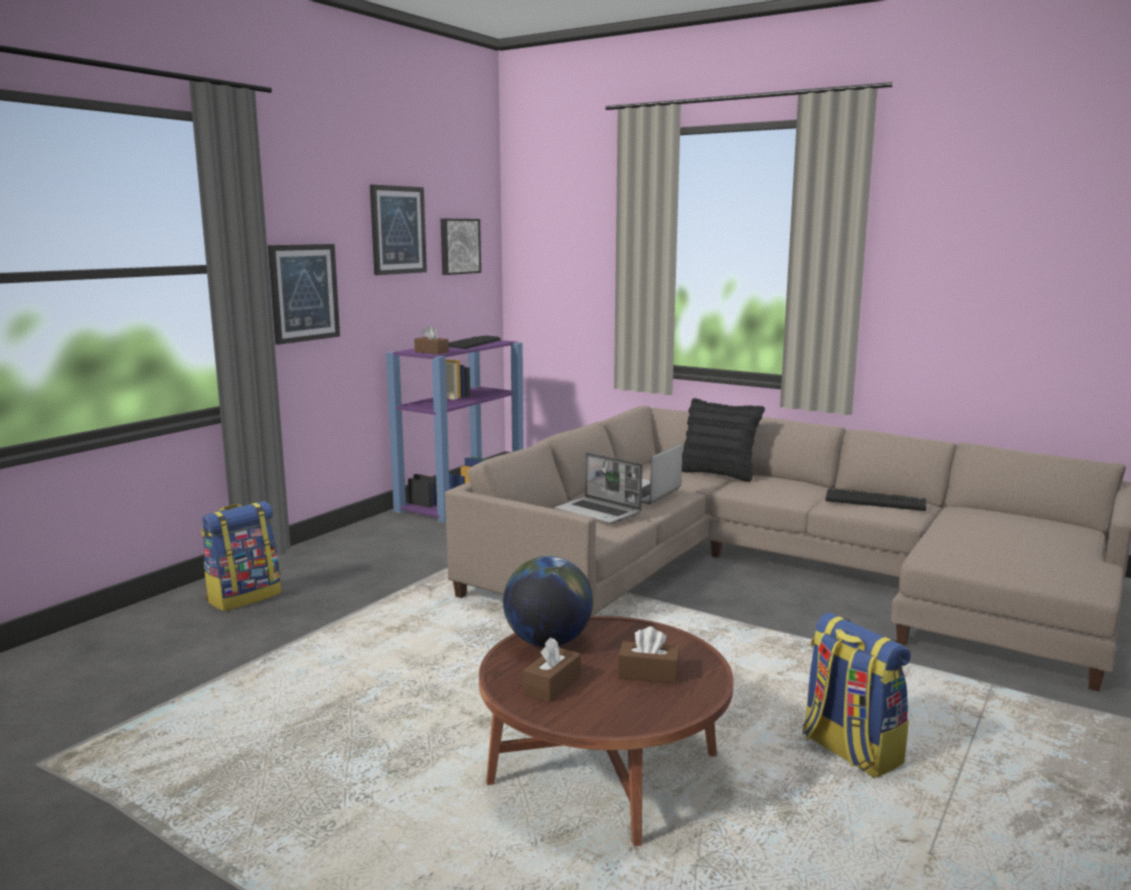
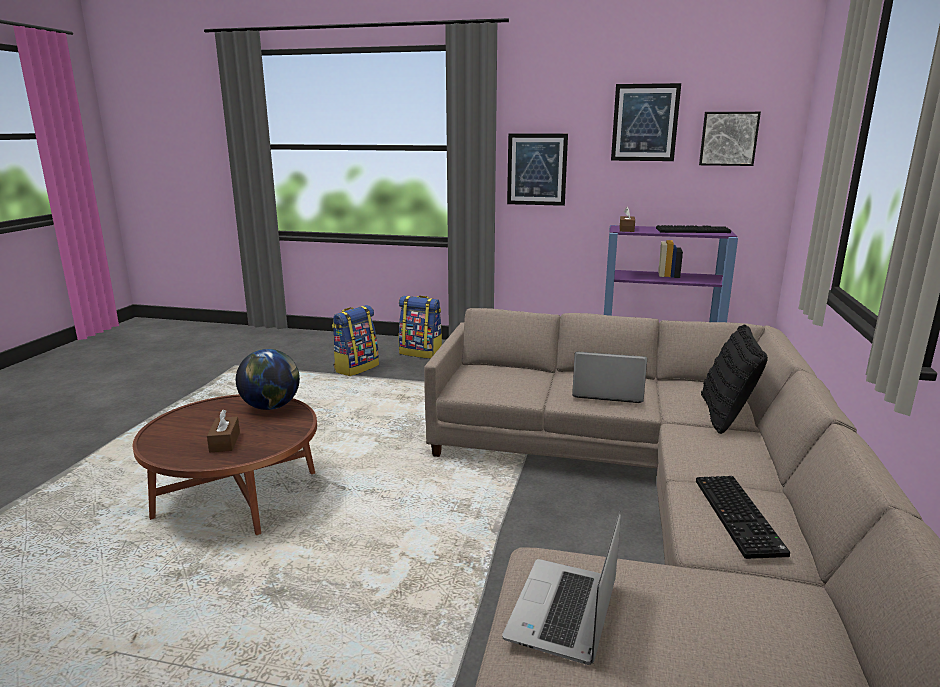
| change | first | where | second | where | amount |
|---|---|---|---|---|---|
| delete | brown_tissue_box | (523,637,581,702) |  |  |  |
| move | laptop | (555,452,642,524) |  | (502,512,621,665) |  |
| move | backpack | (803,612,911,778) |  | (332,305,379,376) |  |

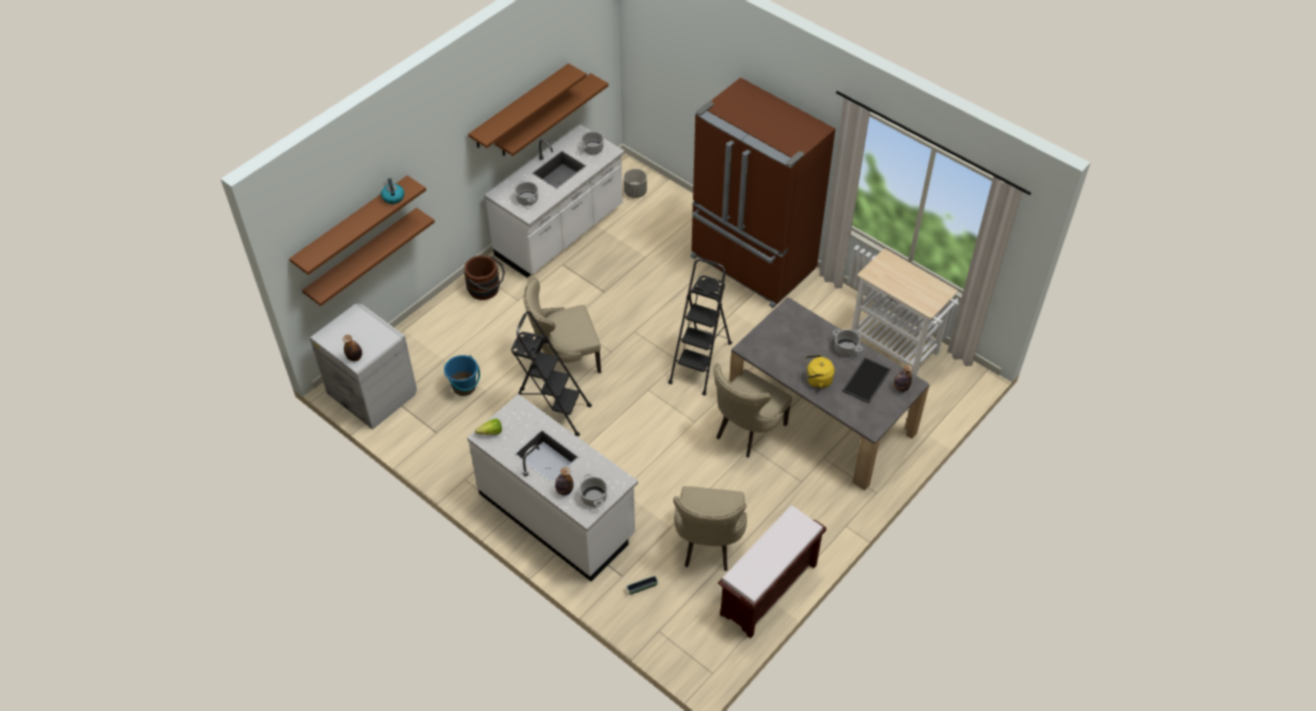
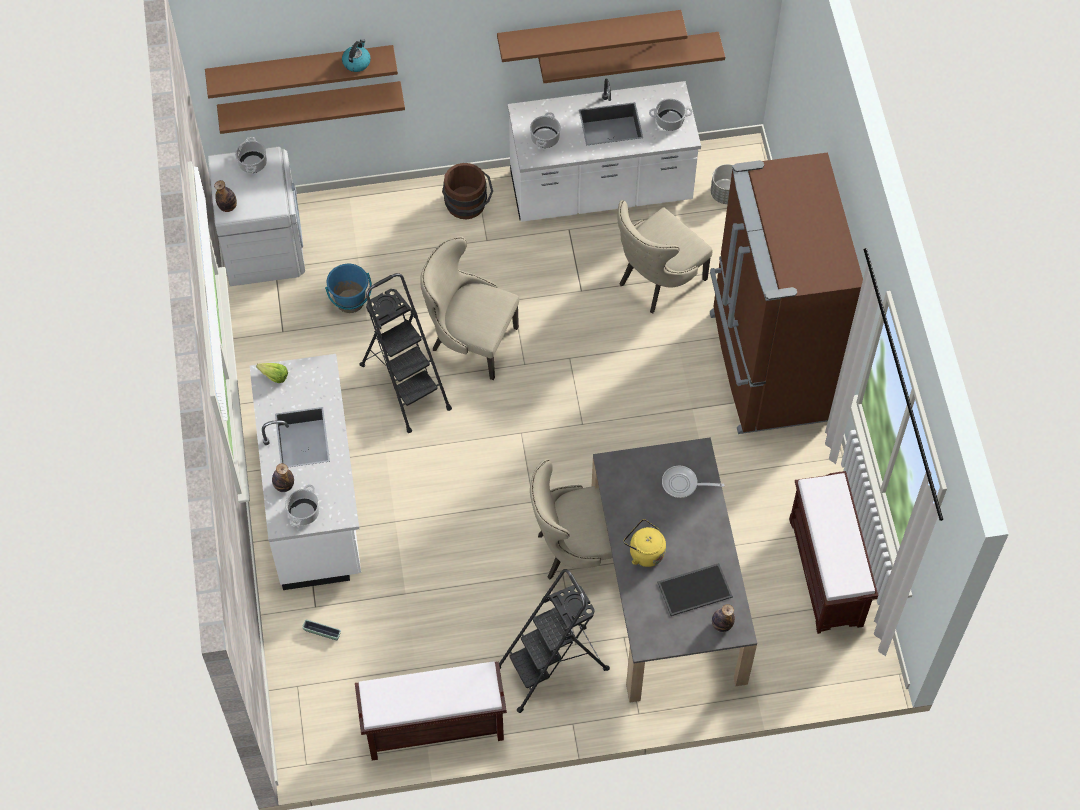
| change | first | where | second | where | amount |
|---|---|---|---|---|---|
| move | step_ladder | (668,259,732,396) |  | (499,569,610,713) |  |
| move | beige_chair | (673,486,747,571) |  | (617,200,712,313) |  |
| move | cooking_pot | (833,329,863,356) |  | (235,137,267,173) |  |
| replace | white_cart | (851,249,959,376) | brown_bench | (789,471,878,634) |  |
| insert |  |  | frying_pan | (662,466,724,498) |  |

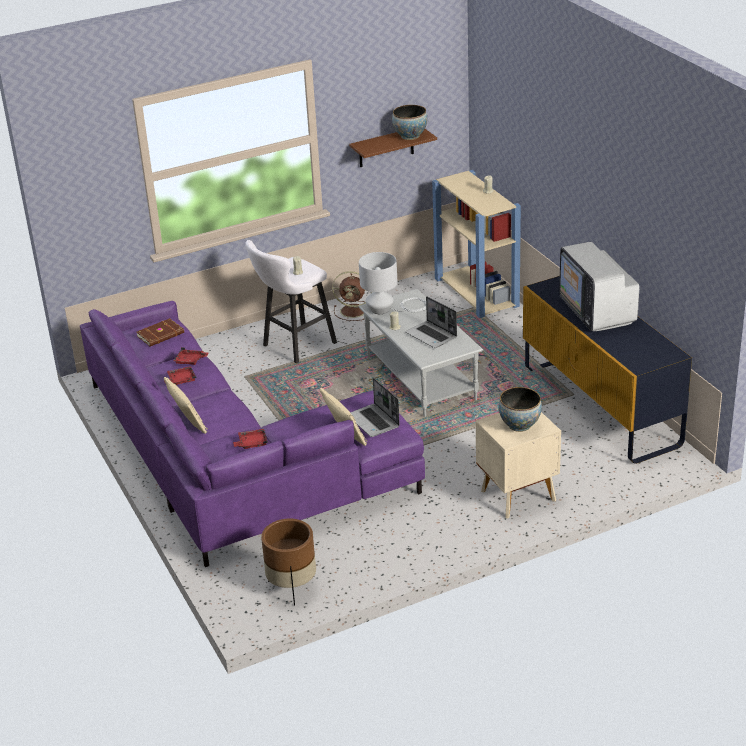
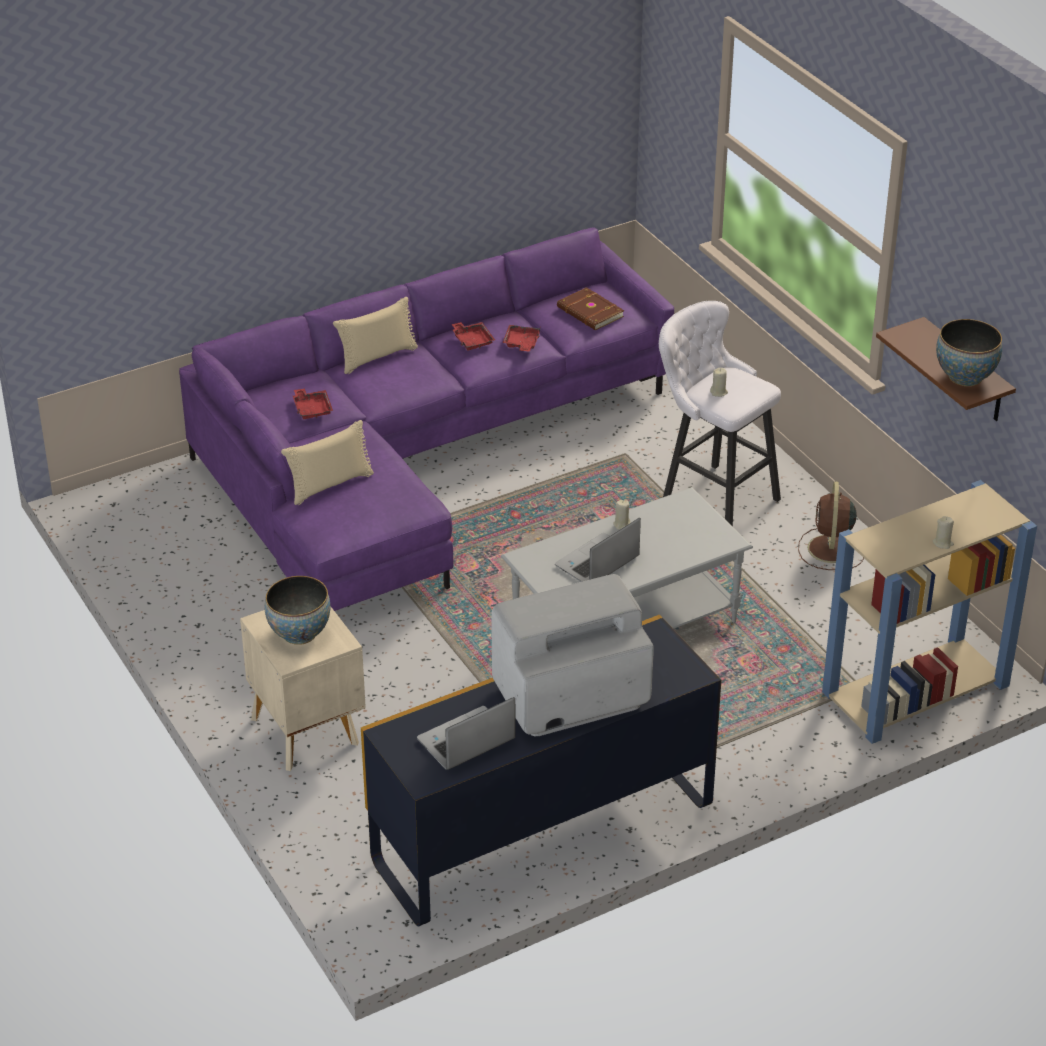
| change | first | where | second | where | amount |
|---|---|---|---|---|---|
| delete | brown_planter | (261,519,316,606) |  |  |  |
| move | laptop | (350,378,400,437) |  | (417,697,516,770) |  |
| delete | grey_table_lamp | (359,252,426,314) |  |  |  |

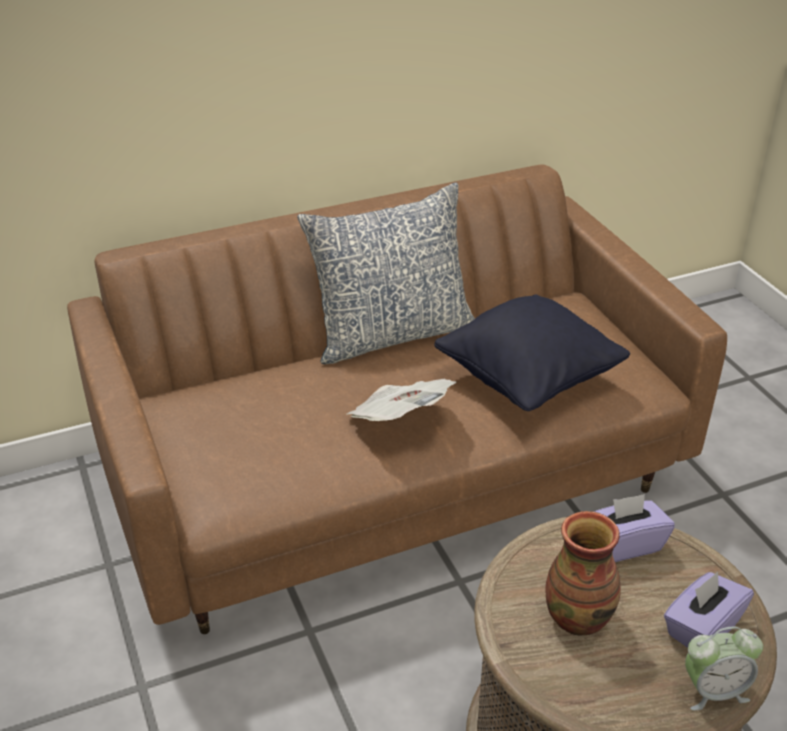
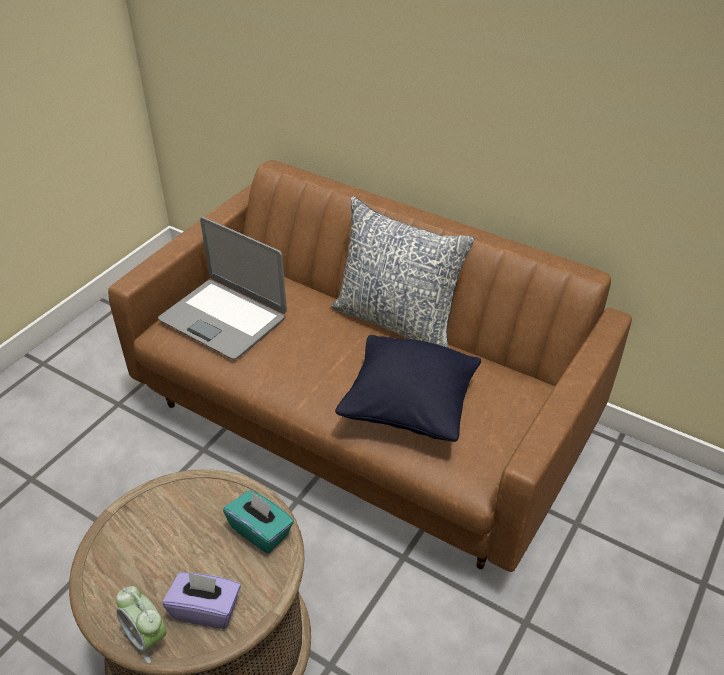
| change | first | where | second | where | amount |
|---|---|---|---|---|---|
| delete | newspaper | (347,379,456,421) |  |  |  |
| delete | vase | (545,511,621,636) |  |  |  |
| recolor | purple_tissue_box | (593,494,675,562) | turquoise_tissue_box | (223,490,294,554) |  |
| insert |  |  | laptop | (158,217,287,359) |  |

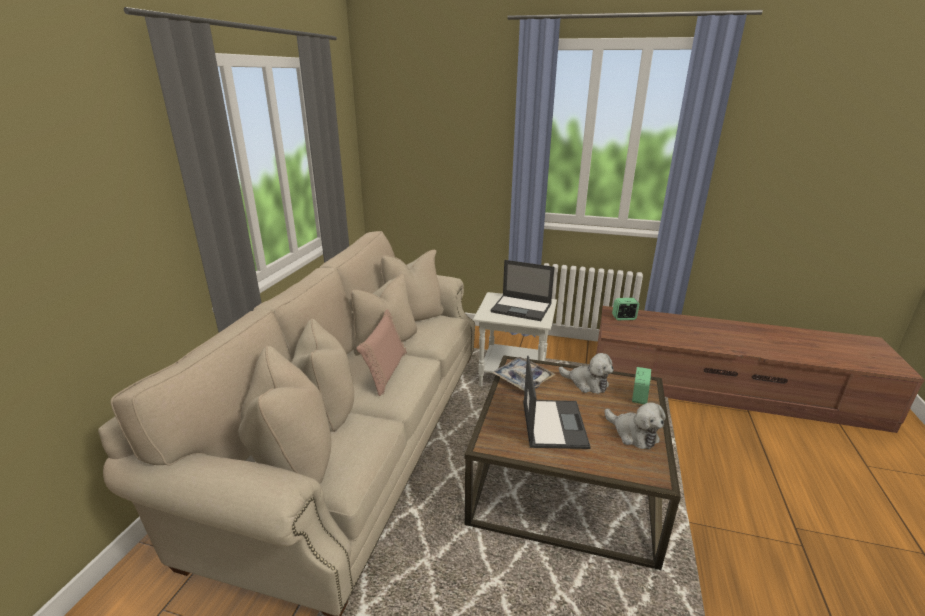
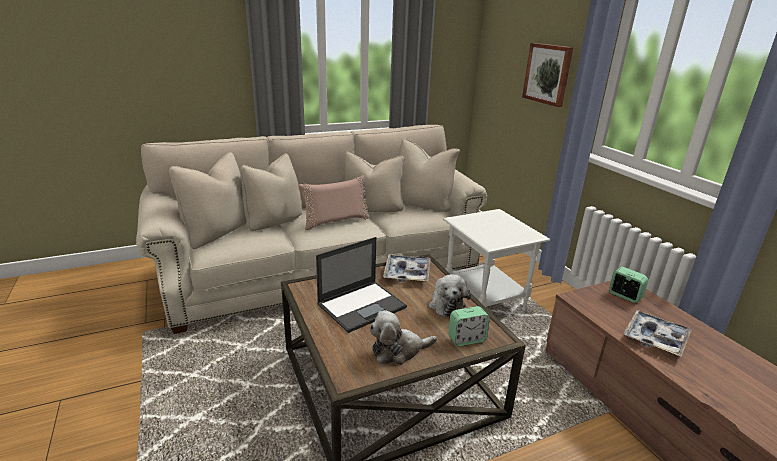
| change | first | where | second | where | amount |
|---|---|---|---|---|---|
| delete | laptop | (490,260,555,321) |  |  |  |
| rotate | plush_toy | (605,402,666,449) |  | (369,310,437,365) | 60 degrees clockwise |
| insert |  |  | picture | (522,43,573,107) |  |
| insert |  |  | tray | (624,310,691,357) |  |

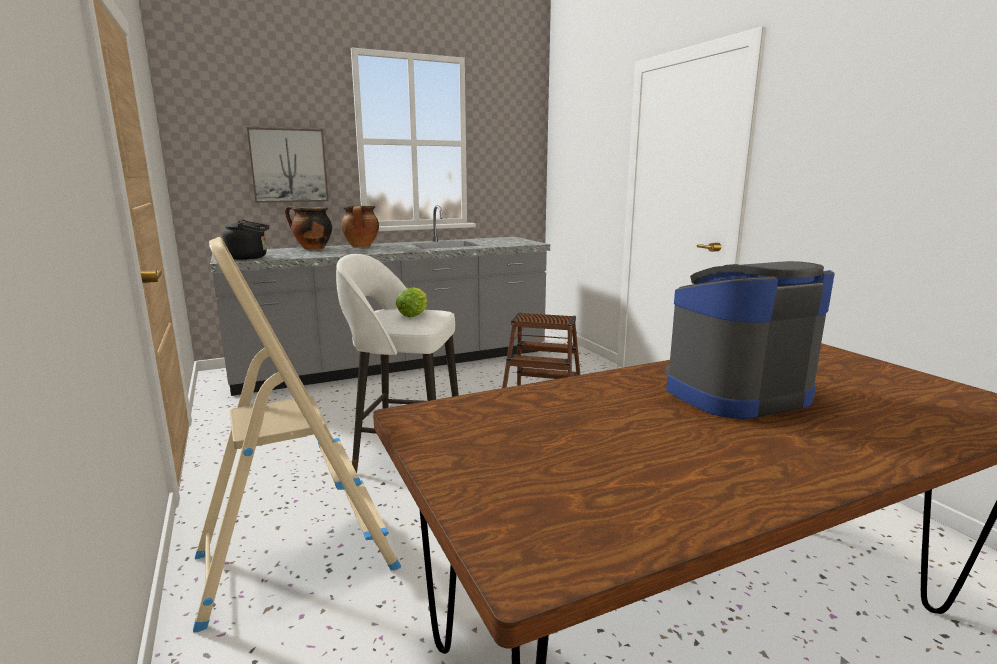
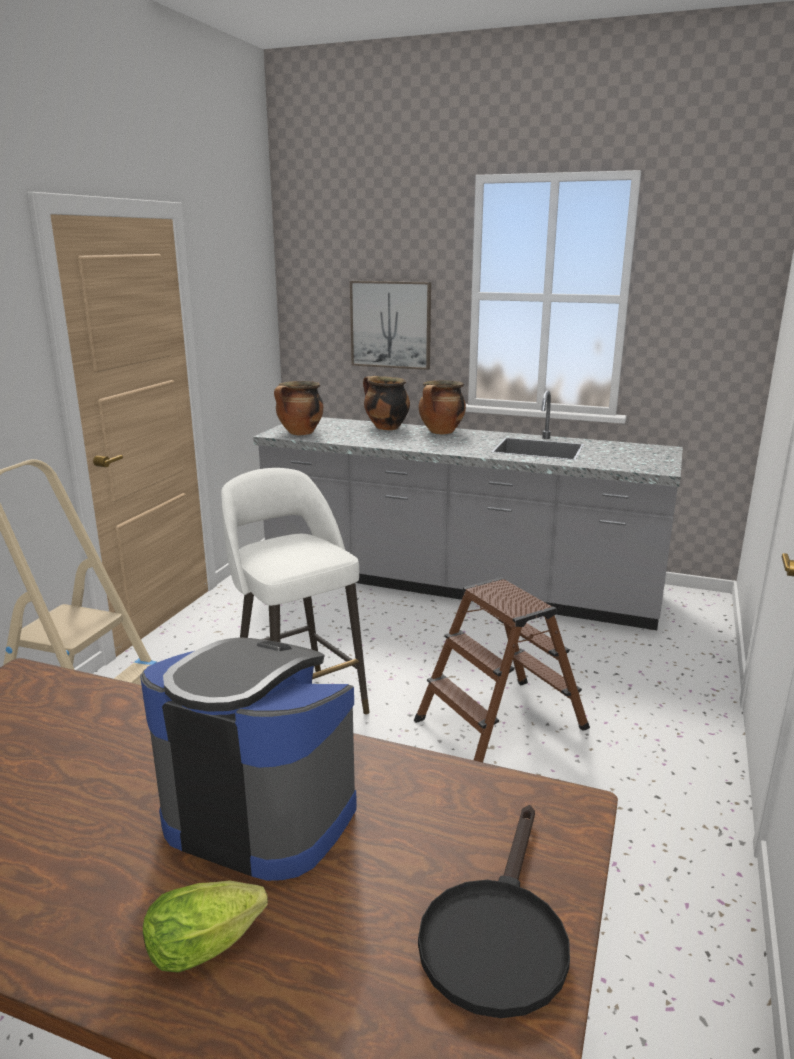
| change | first | where | second | where | amount |
|---|---|---|---|---|---|
| replace | black_kettle | (223,220,269,260) | cooking_pot | (274,381,323,435) |  |
| move | lettuce | (396,287,427,318) |  | (143,880,268,973) |  |
| insert |  |  | black_frying_pan | (418,805,570,1018) |  |

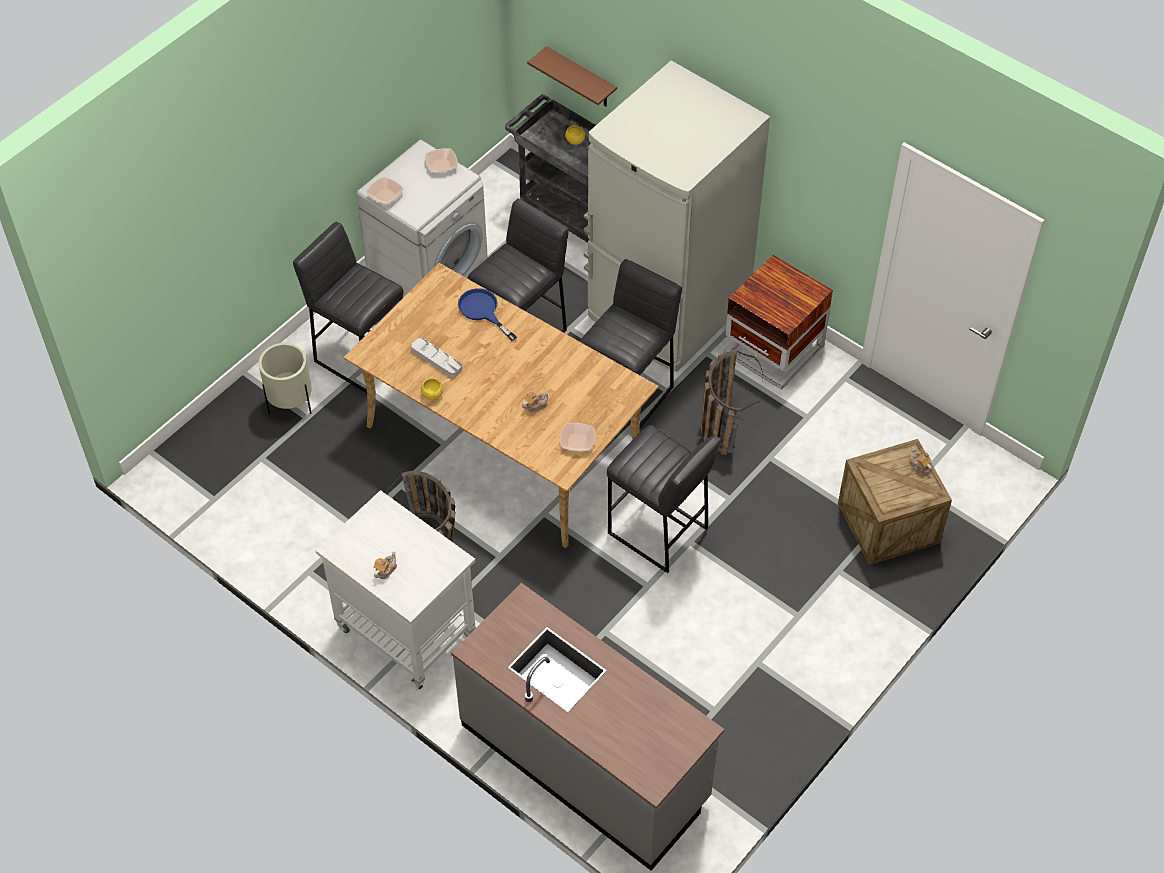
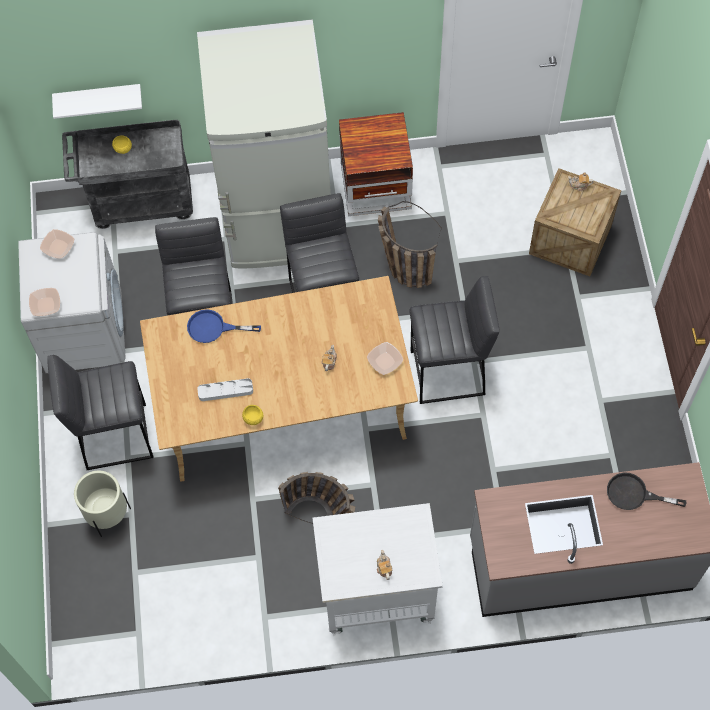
| change | first | where | second | where | amount |
|---|---|---|---|---|---|
| recolor | brown_shelf | (527,46,617,107) | white_shelf | (52,84,142,119) |  |
| insert |  |  | black_frying_pan | (607,472,686,510) |  |

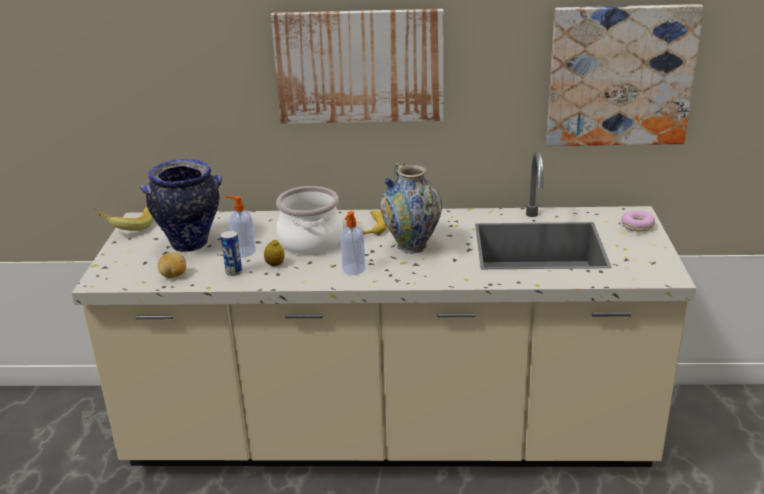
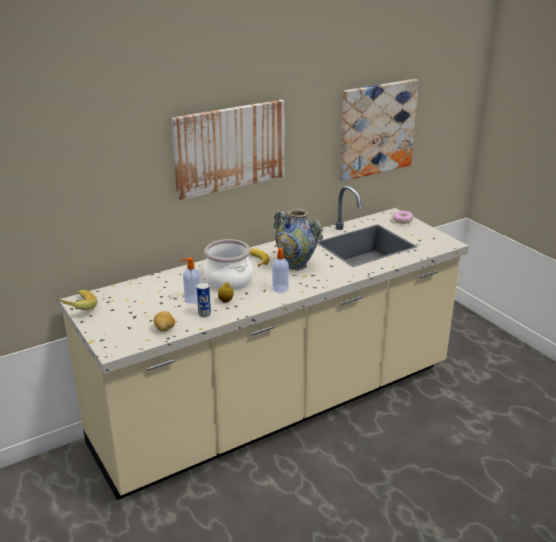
| change | first | where | second | where | amount |
|---|---|---|---|---|---|
| delete | vase | (140,159,222,252) |  |  |  |

